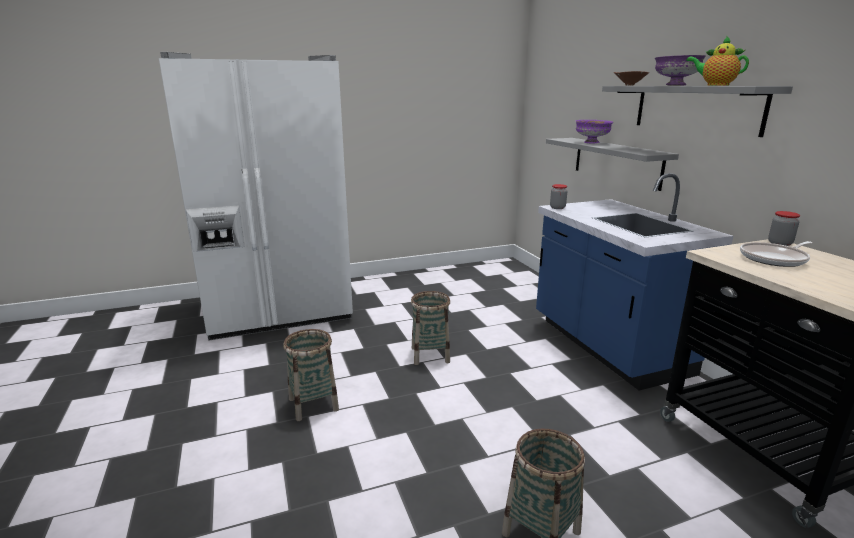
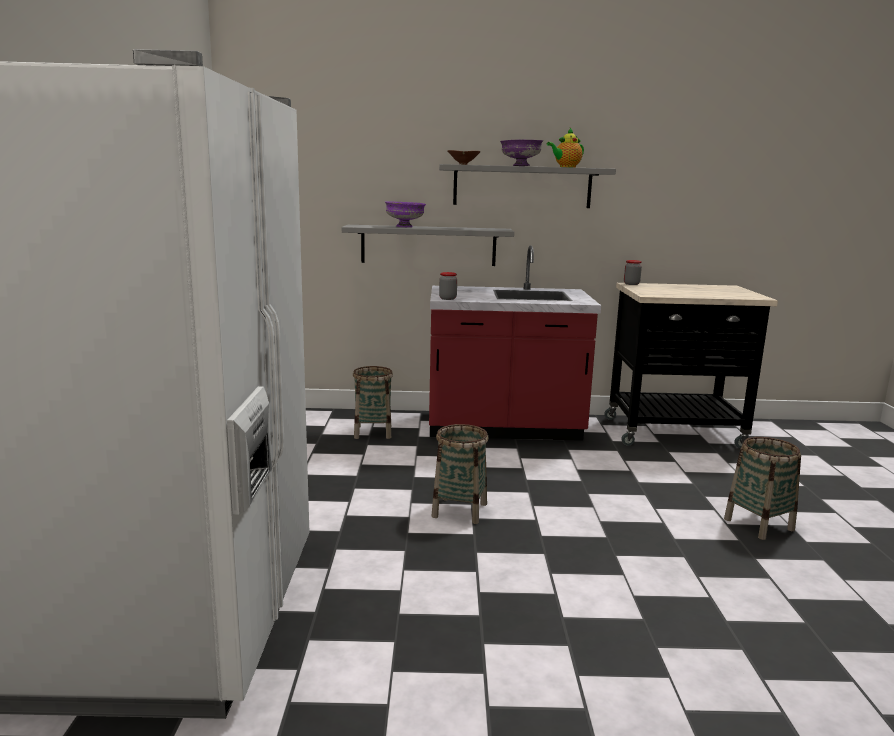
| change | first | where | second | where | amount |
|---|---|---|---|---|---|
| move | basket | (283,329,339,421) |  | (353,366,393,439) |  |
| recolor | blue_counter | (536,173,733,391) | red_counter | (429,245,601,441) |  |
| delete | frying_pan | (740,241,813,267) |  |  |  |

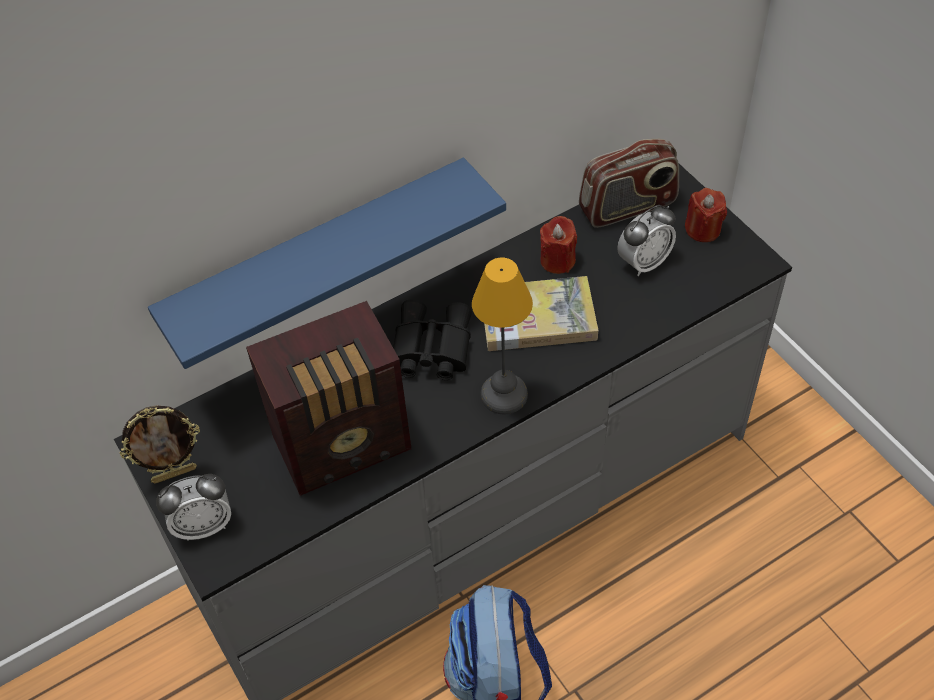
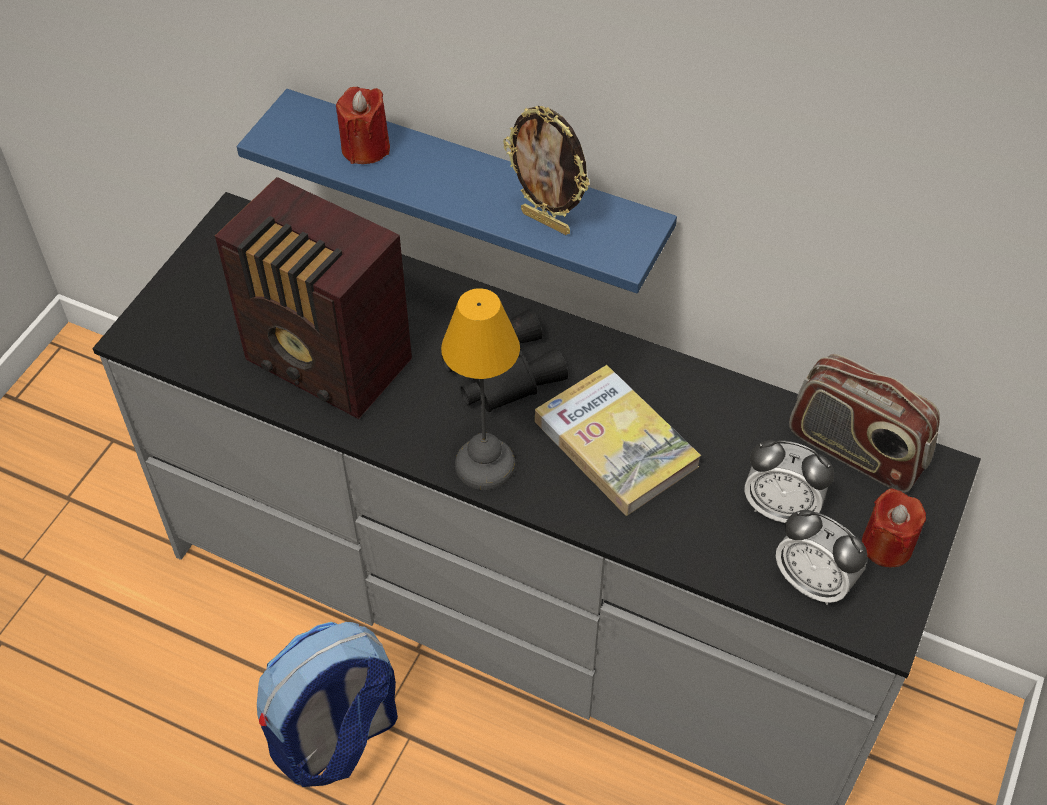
| change | first | where | second | where | amount |
|---|---|---|---|---|---|
| move | picture_frame | (120,405,200,484) |  | (503,106,590,235) |  |
| move | alarm_clock | (156,474,231,541) |  | (776,510,867,605) |  |
| move | red_candle | (540,216,577,274) |  | (336,87,390,164) |  |

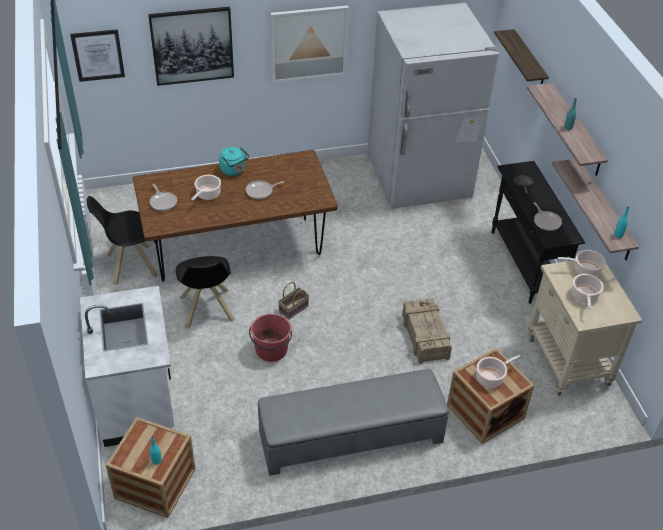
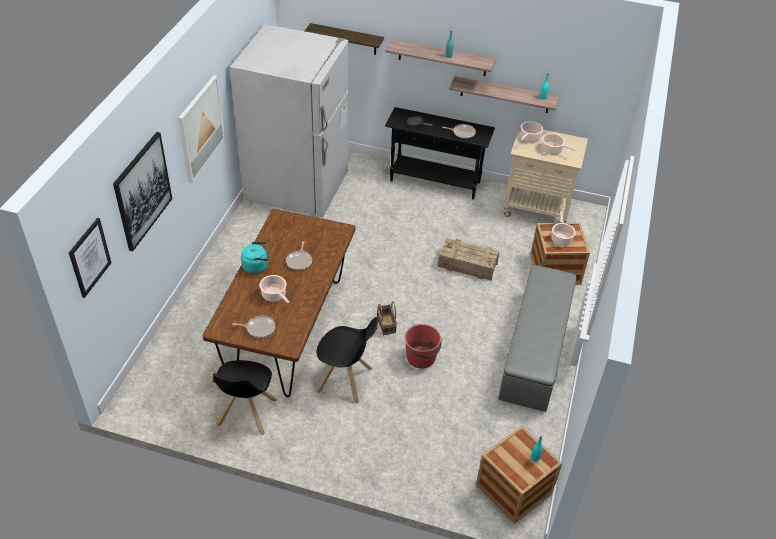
| change | first | where | second | where | amount |
|---|---|---|---|---|---|
| delete | white_counter | (80,286,175,447) |  |  |  |

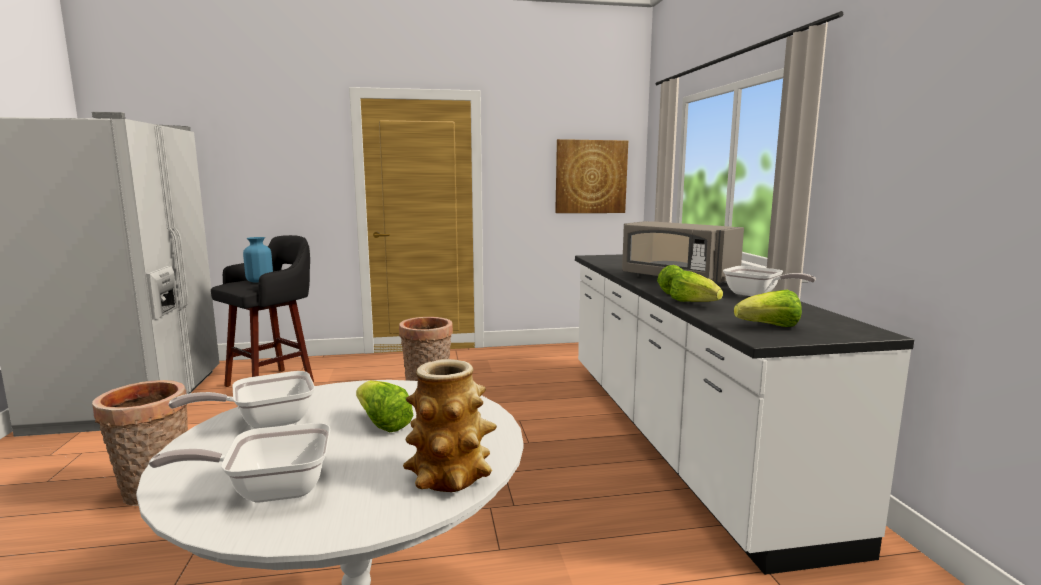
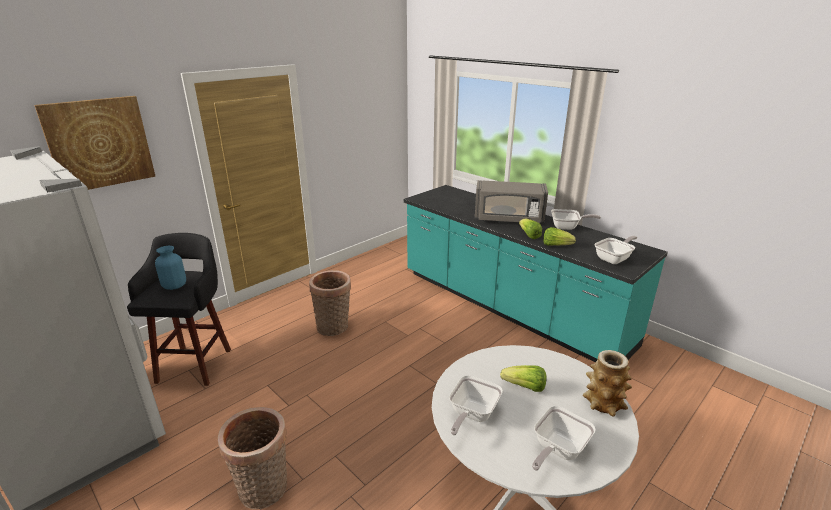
| change | first | where | second | where | amount |
|---|---|---|---|---|---|
| move | picture | (555,139,628,213) |  | (34,96,155,190) |  |
| recolor | white_counter | (575,254,914,575) | turquoise_counter | (404,185,668,362) |  |
| replace | lettuce | (734,290,802,327) | frying_pan | (595,236,638,264) |  |

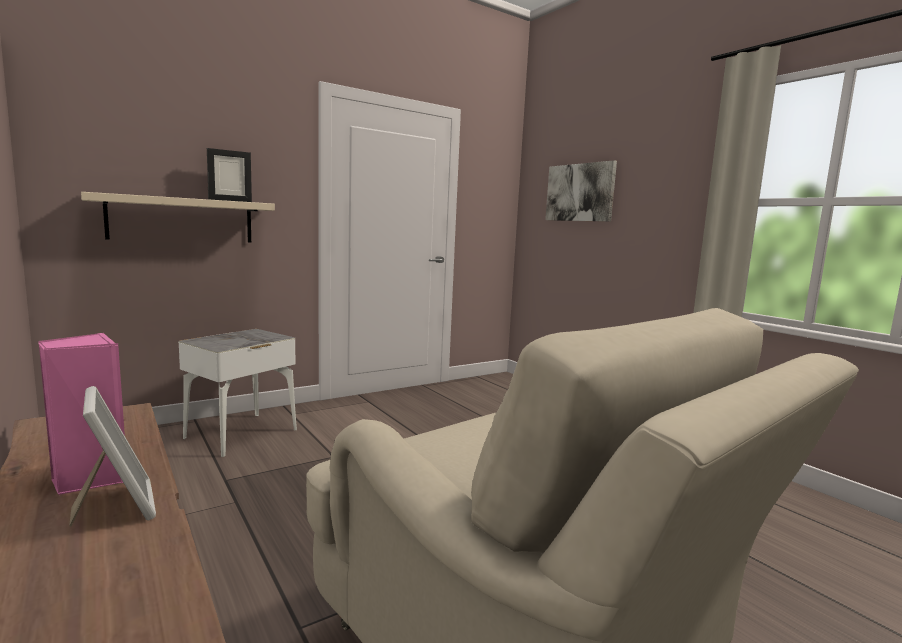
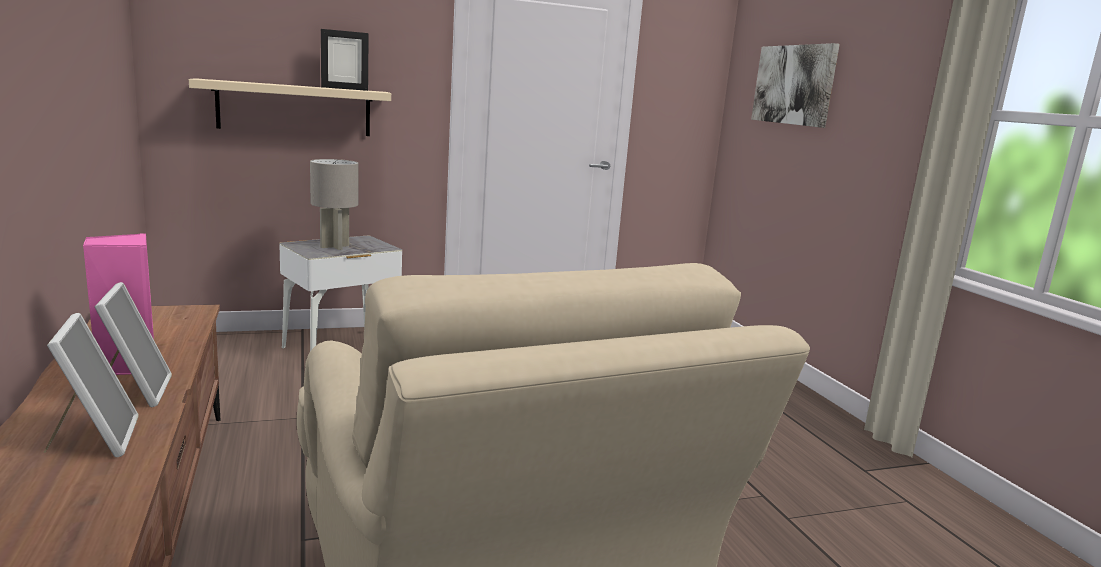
| change | first | where | second | where | amount |
|---|---|---|---|---|---|
| insert |  |  | picture_frame | (43,313,139,458) |  |
| insert |  |  | grey_table_lamp | (310,159,359,250) |  |

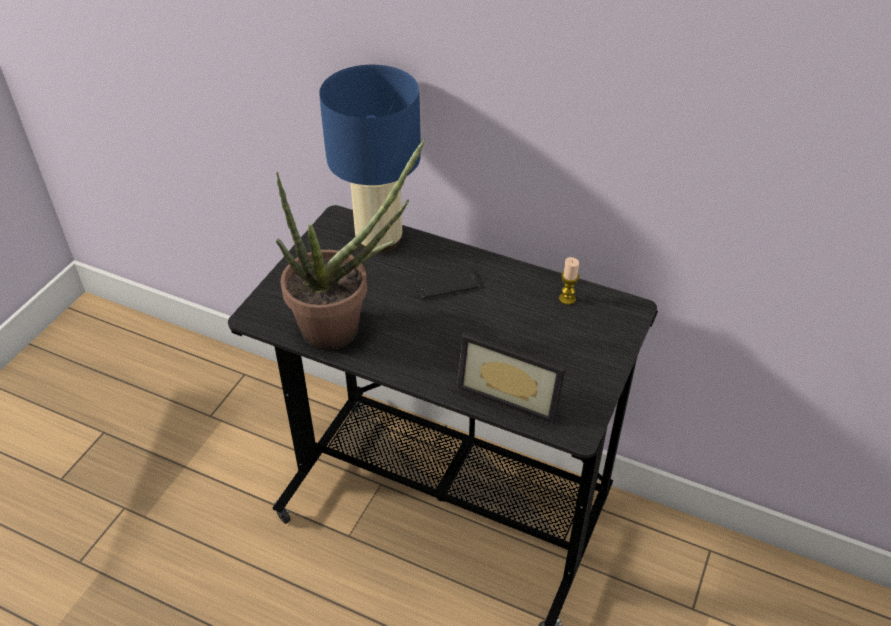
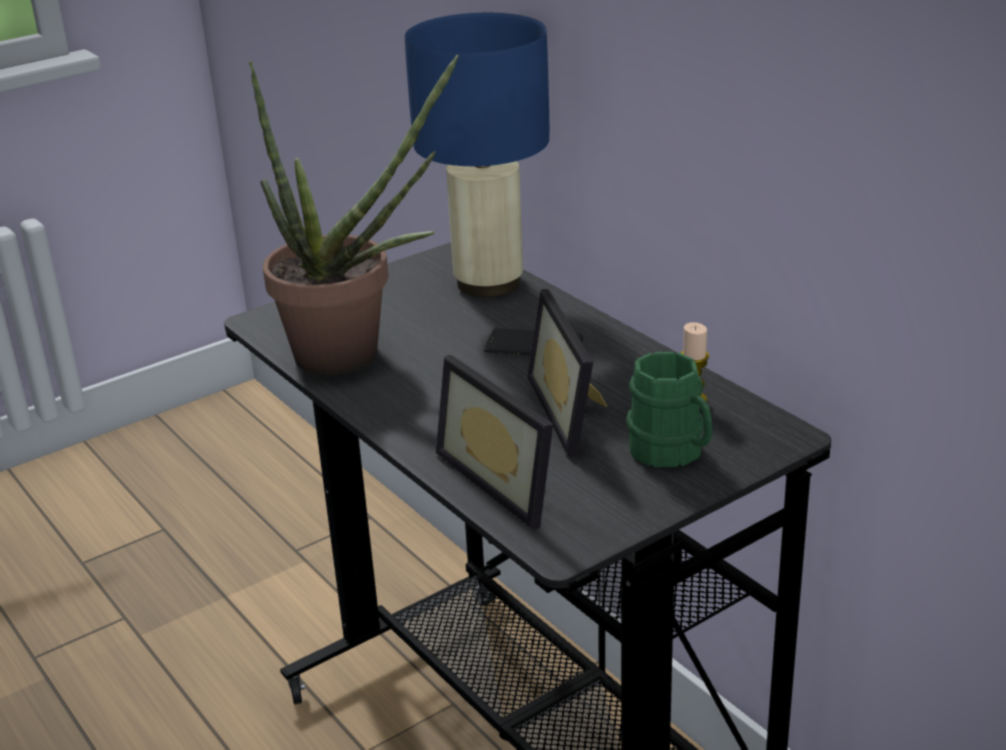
| change | first | where | second | where | amount |
|---|---|---|---|---|---|
| insert |  |  | picture_frame | (527,289,607,457) |  |
| insert |  |  | green_mug | (626,352,713,467) |  |

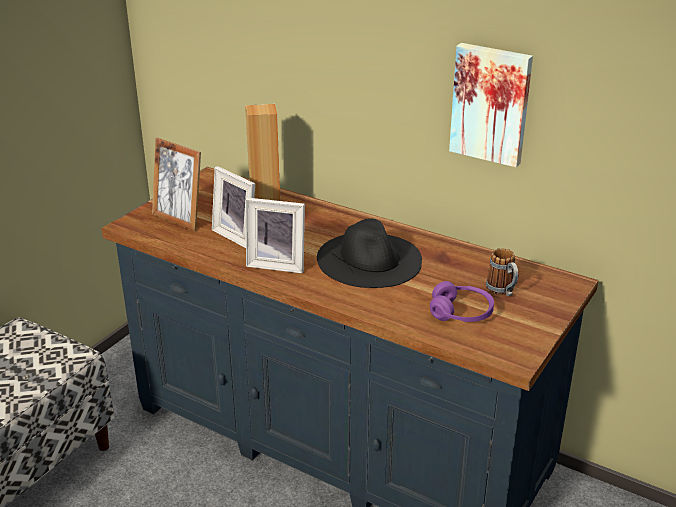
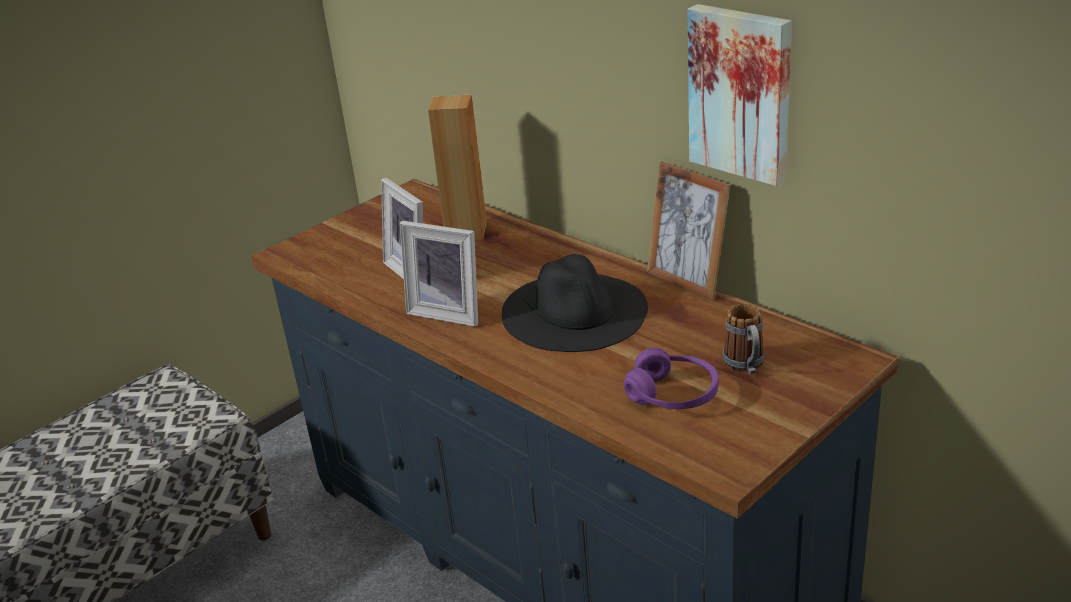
| change | first | where | second | where | amount |
|---|---|---|---|---|---|
| move | picture_frame | (152,138,201,231) |  | (647,161,730,300) |  |

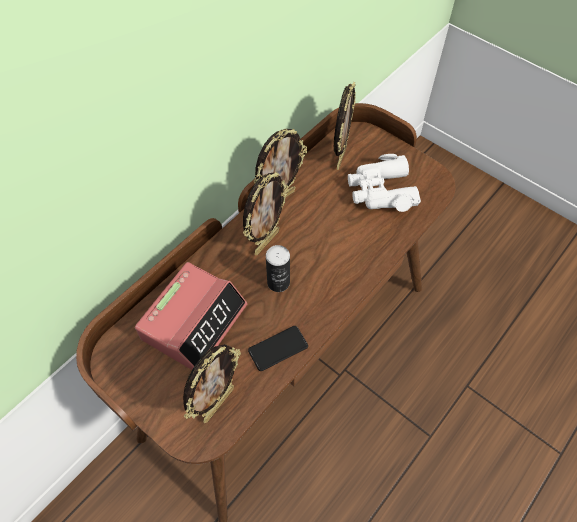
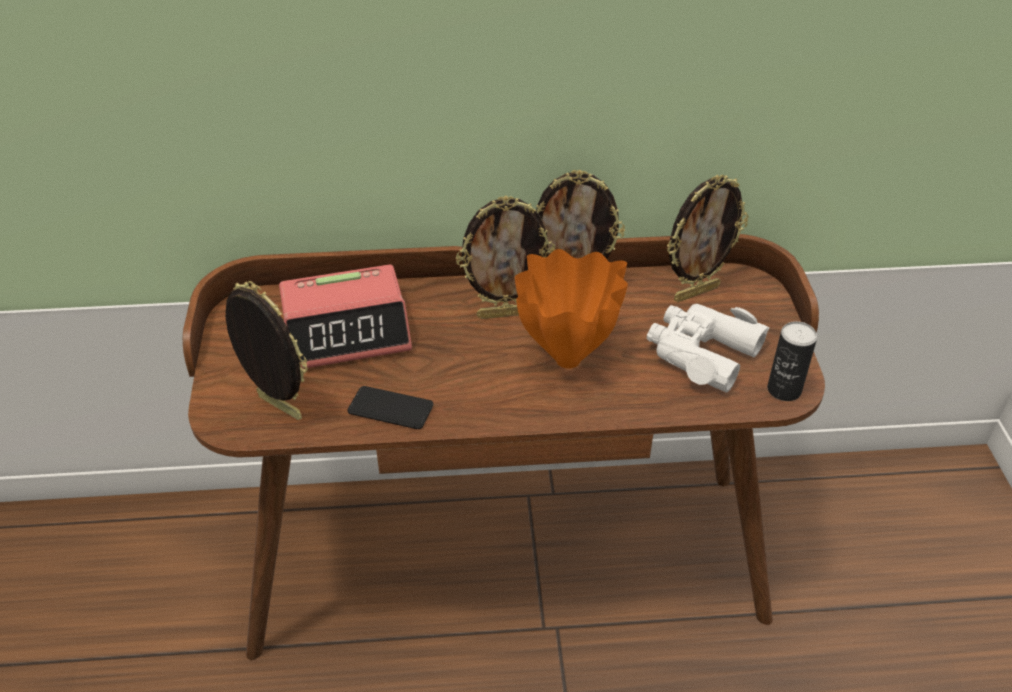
| change | first | where | second | where | amount |
|---|---|---|---|---|---|
| rotate | picture_frame | (183,344,241,423) |  | (225,281,308,420) | 135 degrees counterclockwise |
| move | can | (266,245,290,292) |  | (767,321,817,401) |  |
| insert |  |  | orange_vase | (515,249,628,369) |  |

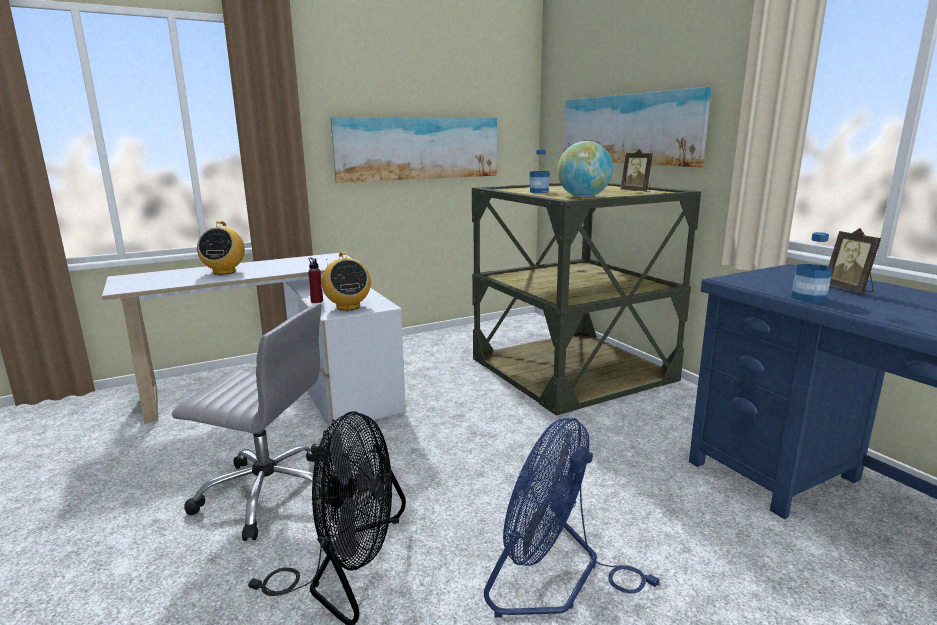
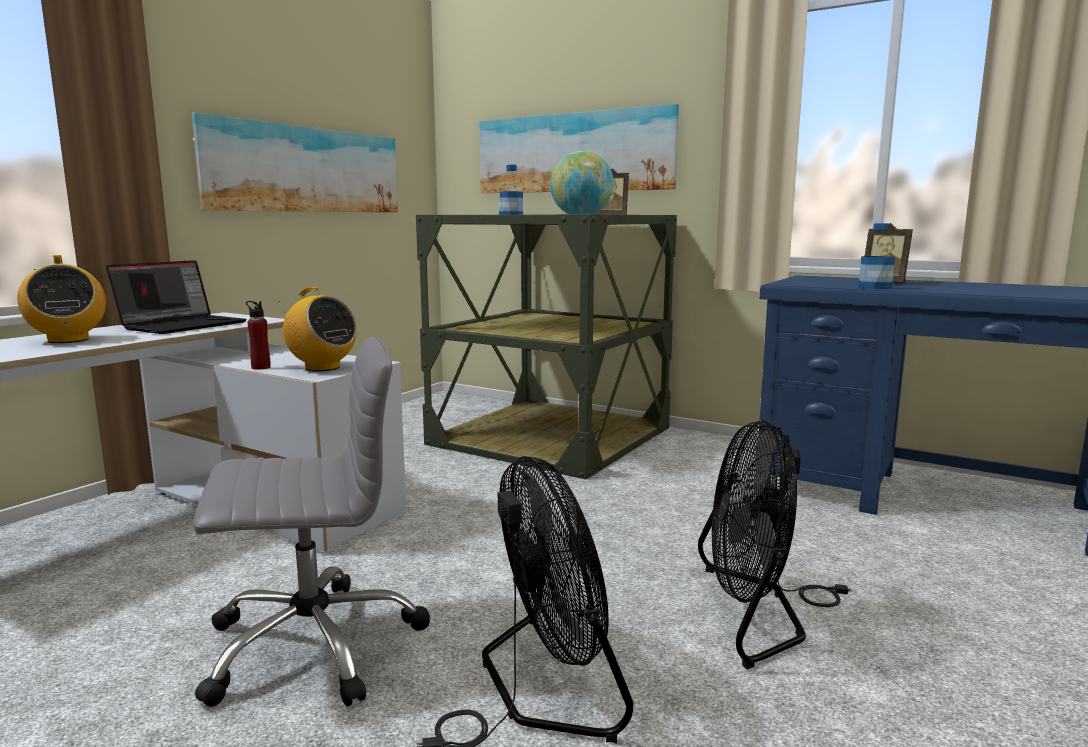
| change | first | where | second | where | amount |
|---|---|---|---|---|---|
| recolor | blue_fan | (484,418,660,618) | black_fan | (698,420,852,670) |  |
| insert |  |  | laptop | (106,260,247,334) |  |

